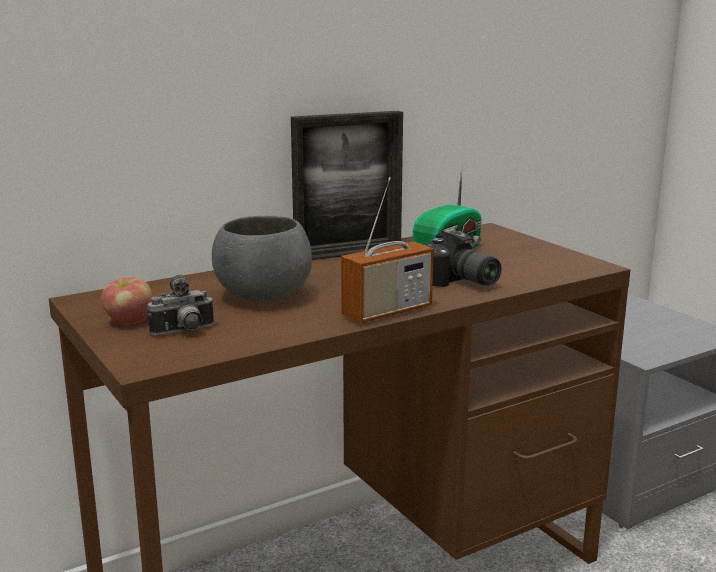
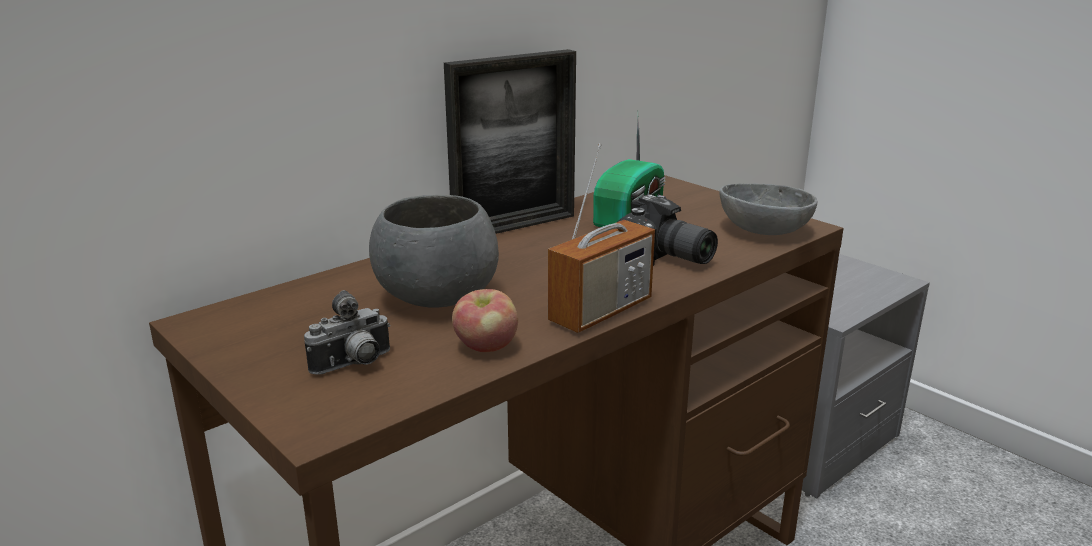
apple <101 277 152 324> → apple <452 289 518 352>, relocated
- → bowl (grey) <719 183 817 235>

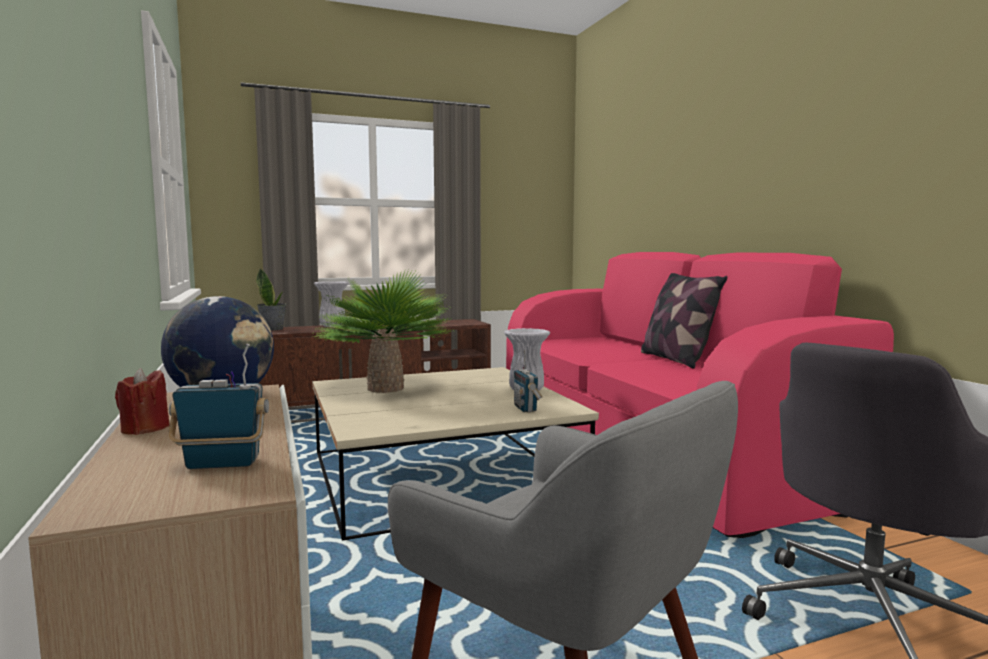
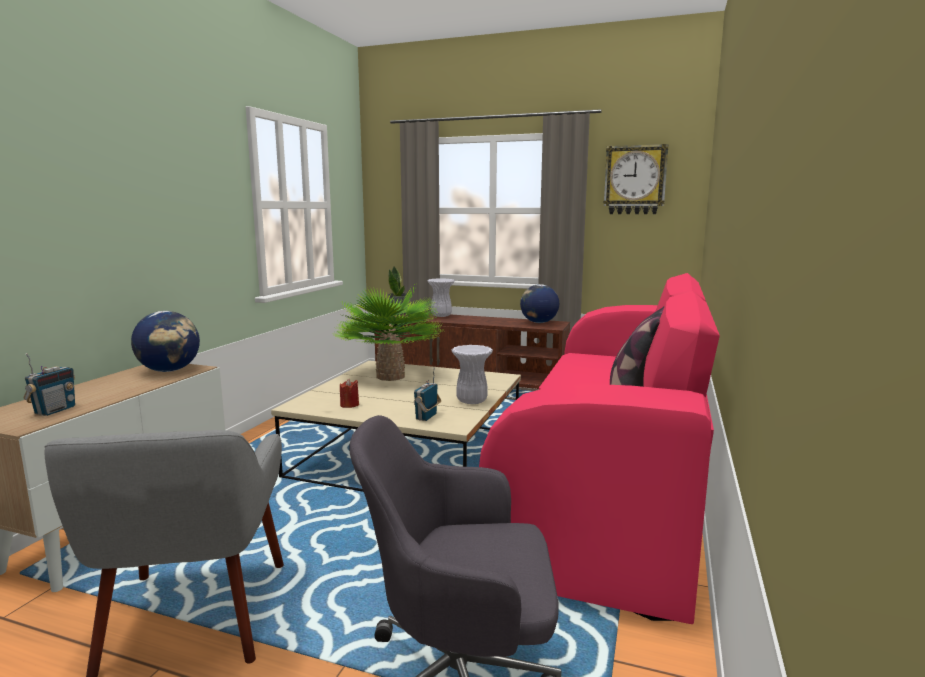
candle (red) <115 368 170 435> → candle (red) <340 379 359 408>, relocated
radio <168 343 269 469> → radio <23 353 75 416>, 75 degrees clockwise
- → globe <520 284 559 323>
- → wall clock <603 144 669 214>

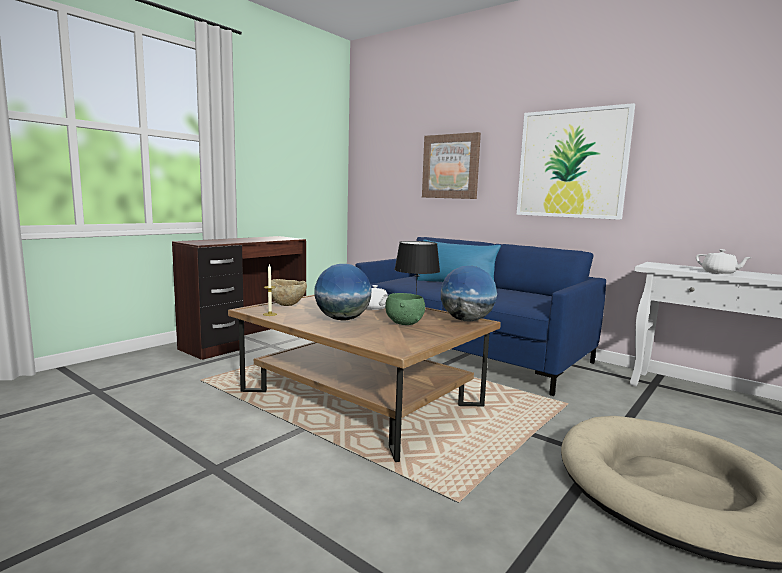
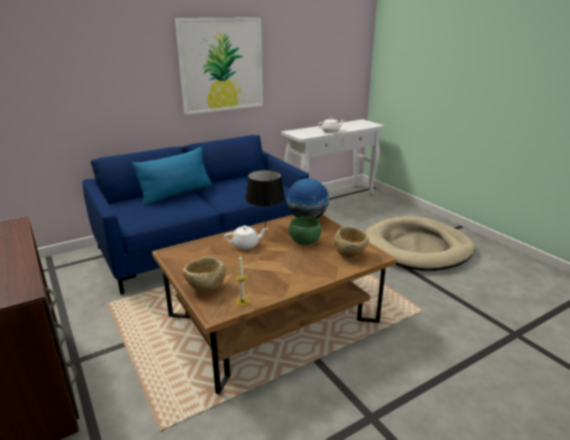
globe <314 264 372 321> → -
picture <422 132 481 199> → -
- → bowl (beige) <334 227 369 258>

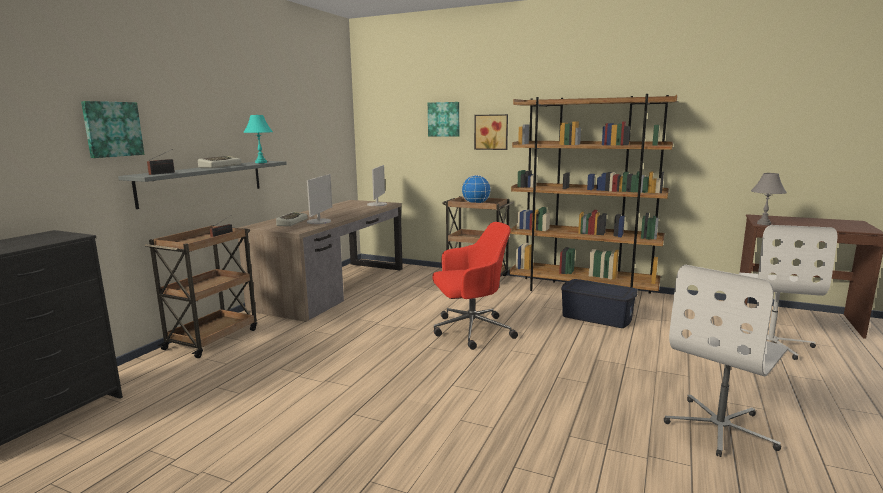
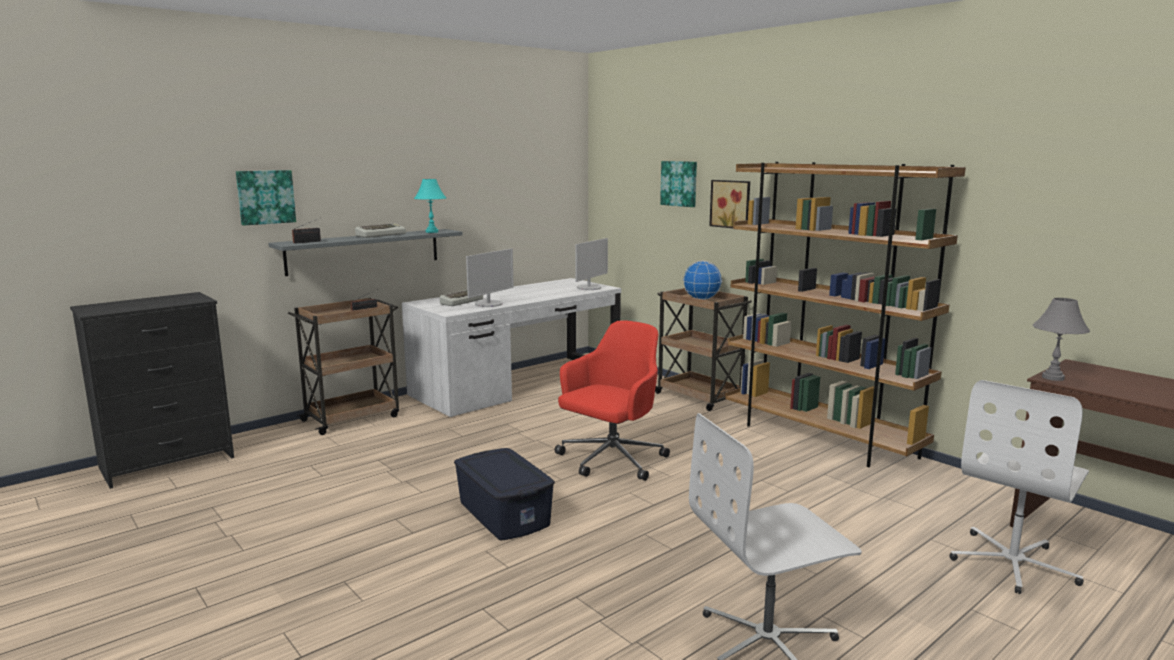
desk (brown) <238 200 403 322> → desk (white) <402 278 621 417>
office chair (red) <432 222 518 350> → office chair (red) <555 320 670 481>, 60 degrees counterclockwise
storage box (blue) <561 279 637 328> → storage box (blue) <454 448 555 540>, relocated

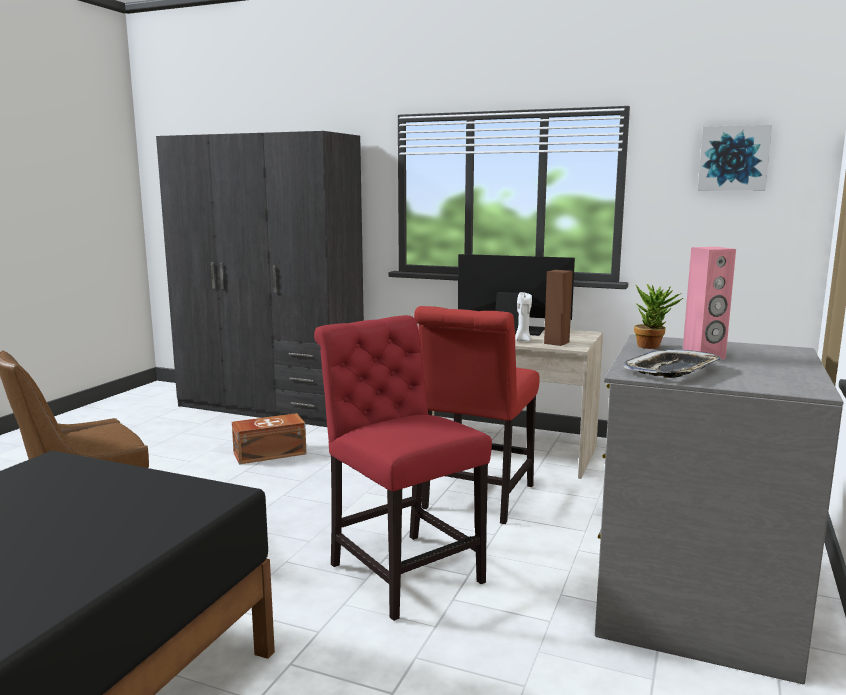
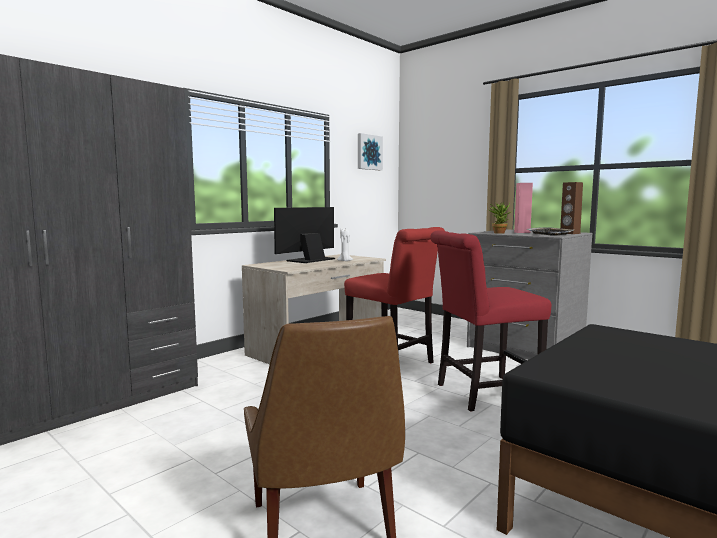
storage box (brown) <232 413 306 464> → -
speaker (brown) <544 270 573 346> → speaker (brown) <560 182 583 234>, relocated

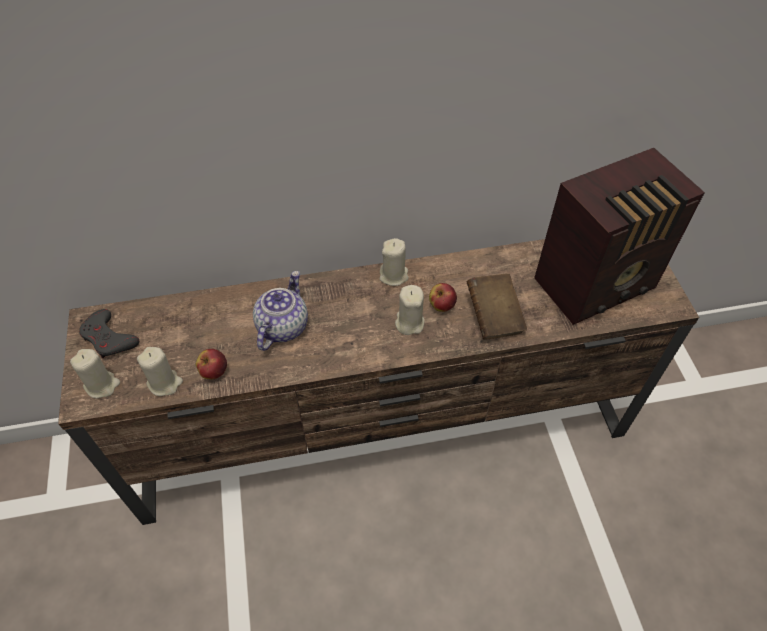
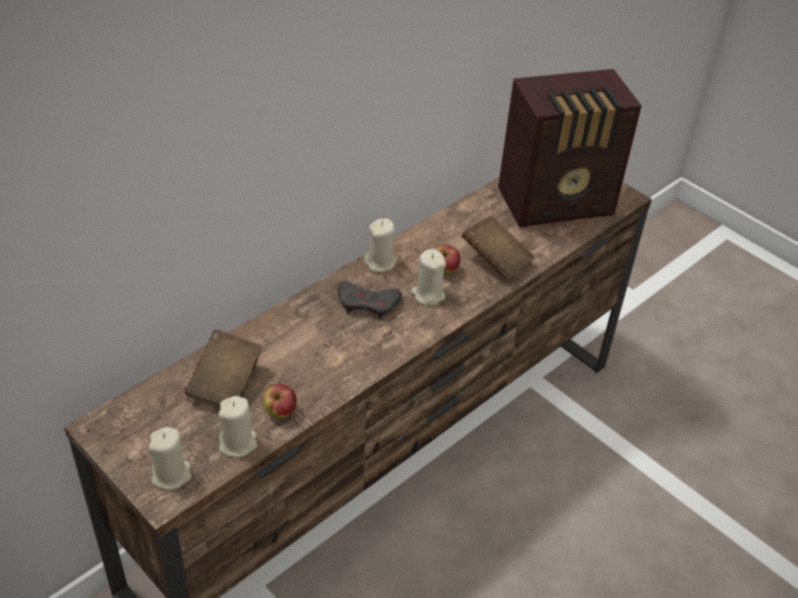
game controller (grey) <79 309 139 358> → game controller (grey) <338 281 402 319>, relocated
teapot <253 271 308 351> → -
radio <534 148 705 325> → radio <498 69 641 228>, 45 degrees clockwise
- → book (brown) <185 329 262 408>

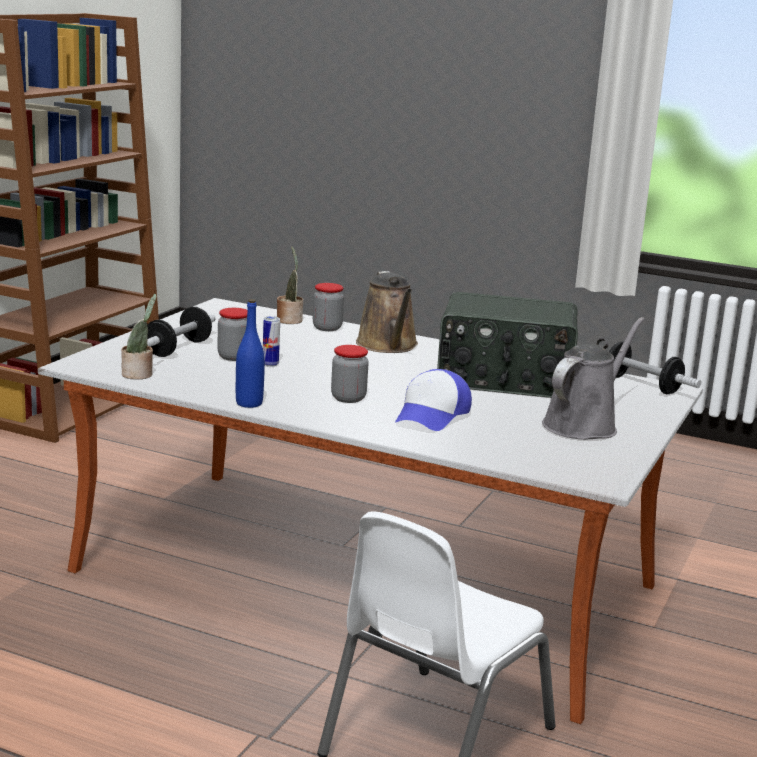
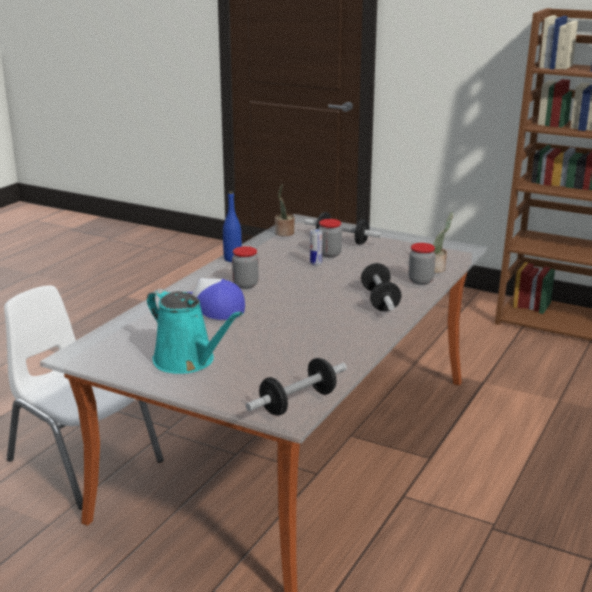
watering can (brown) <356 271 418 353> → dumbbell <361 263 401 311>
radio <437 292 578 398> → -
watering can (grey) <542 317 644 440> → watering can (turquoise) <147 289 243 374>

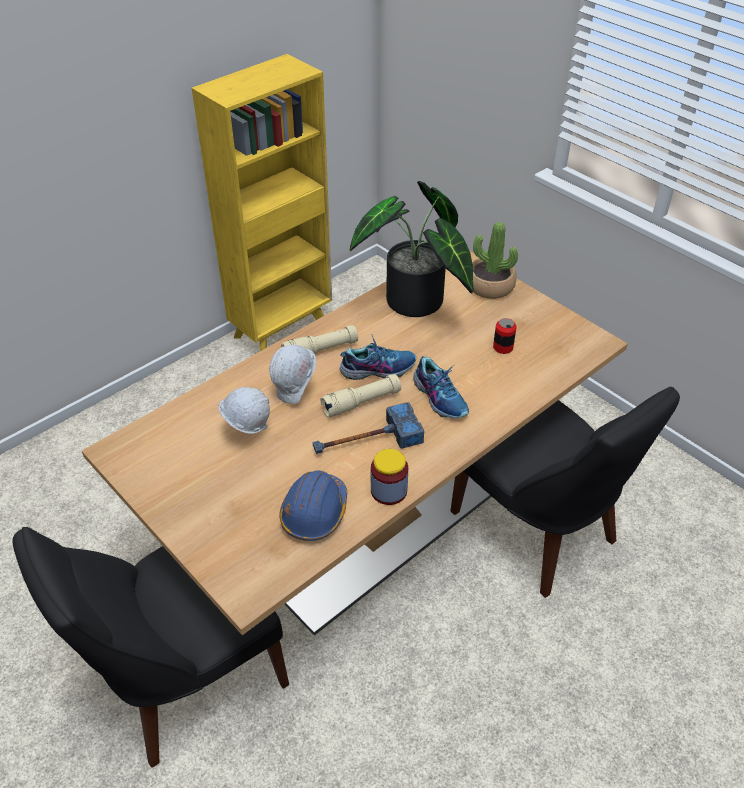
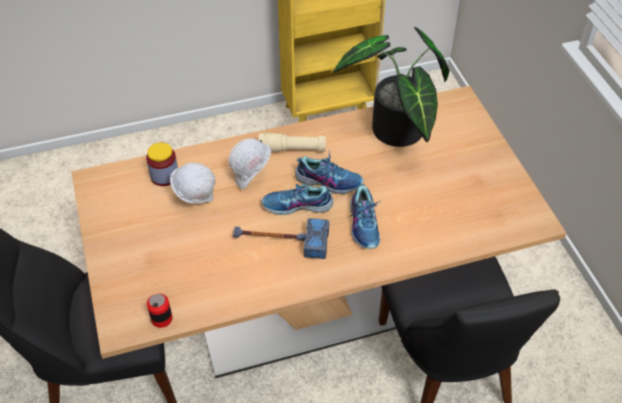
hard hat (blue) <279 471 347 541> → -
flashlight (beige) <320 374 401 417> → shoe <262 184 333 215>
jar <371 449 408 505> → jar <146 142 178 186>, relocated
potted plant <472 222 518 299> → -
can <493 318 517 354> → can <147 294 172 328>, relocated

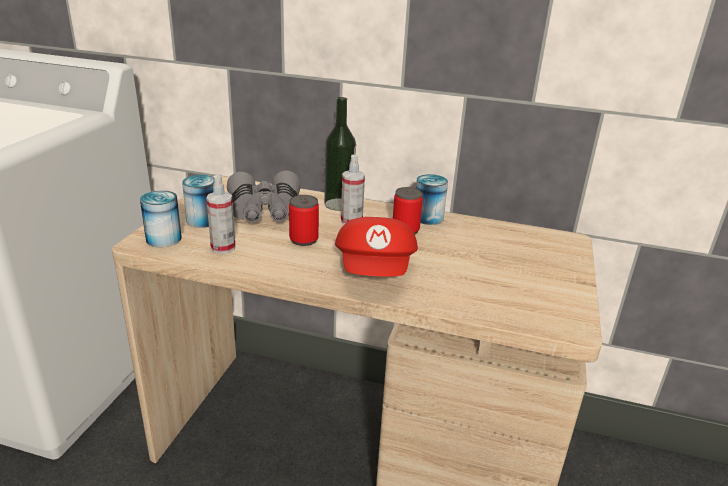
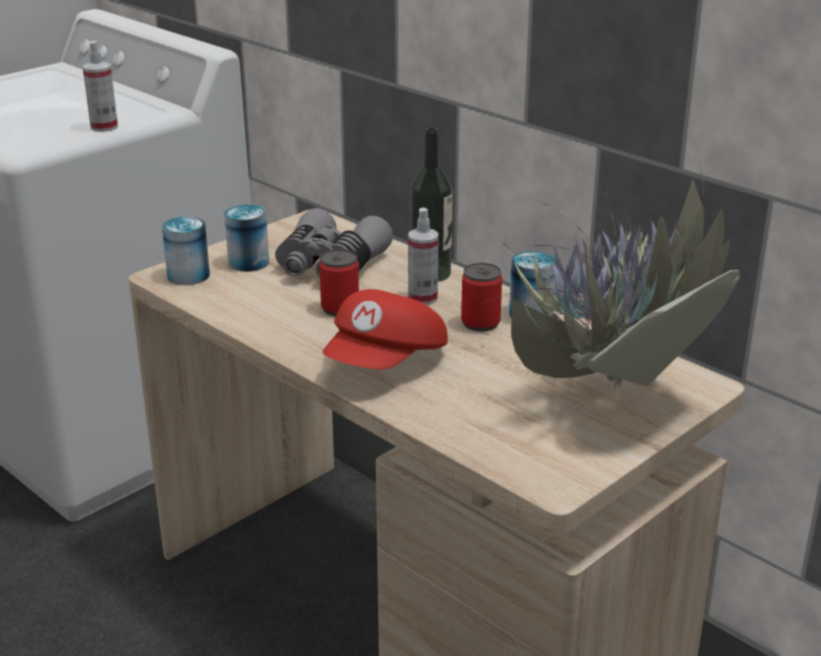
spray bottle <206 175 236 254> → spray bottle <83 41 118 132>, relocated
- → potted plant <484 161 740 388>

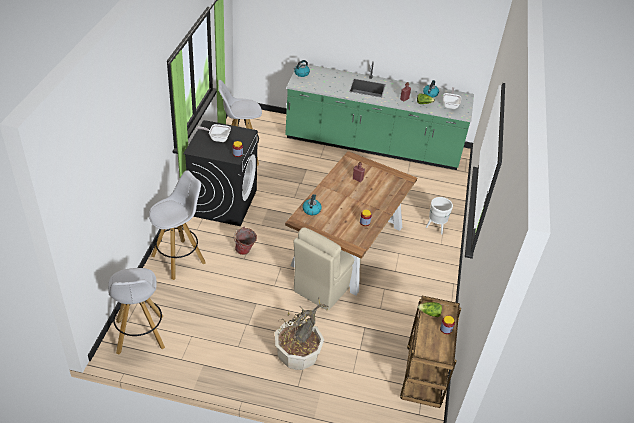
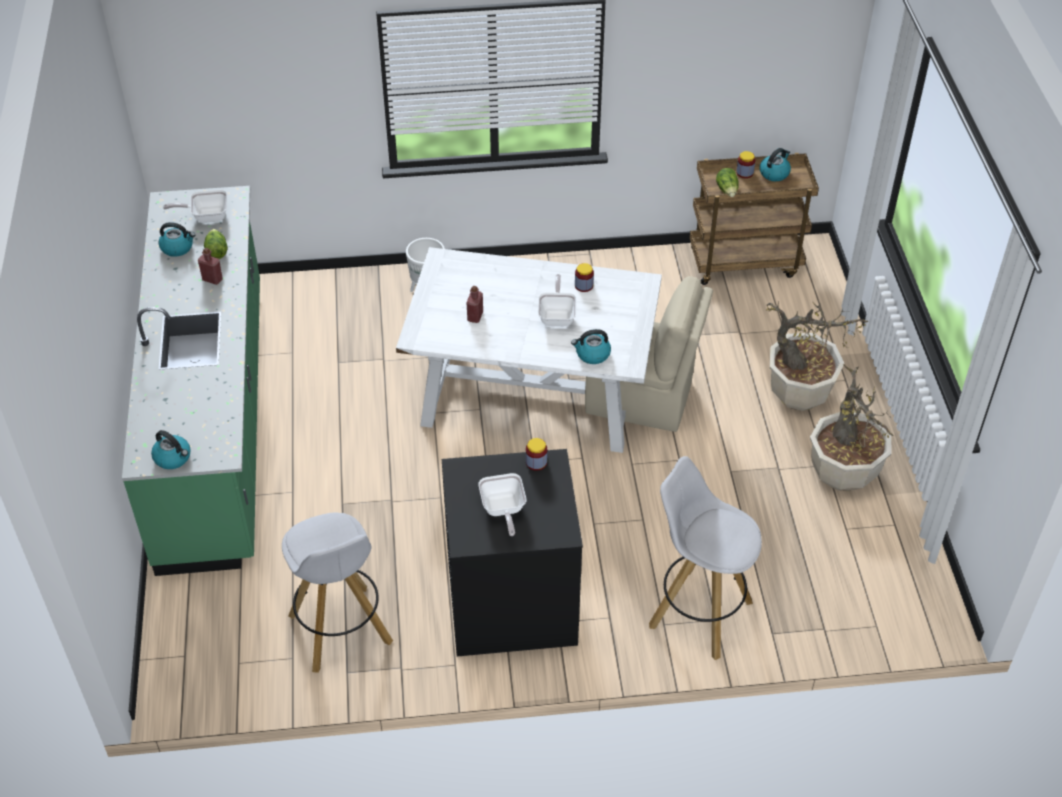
stool (white) <108 268 165 354> → -
bucket <234 227 257 255> → -
dining table (brown) <285 151 417 295> → dining table (white) <396 247 662 453>
- → frying pan <538 274 576 326>
- → kettle <760 148 791 181>
- → potted plant <810 364 893 491>

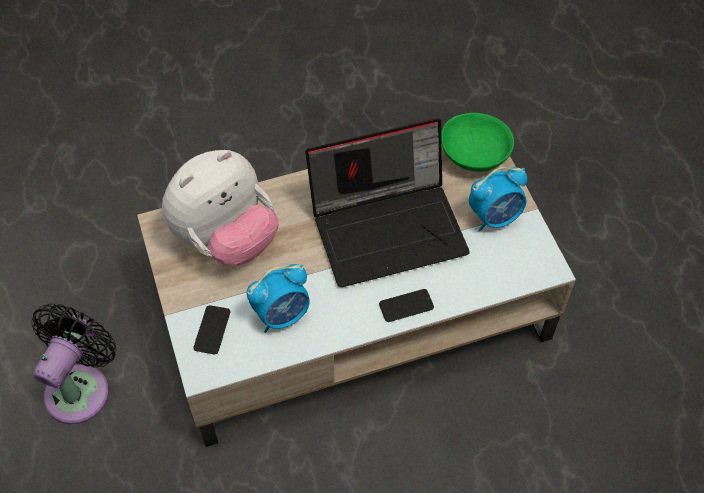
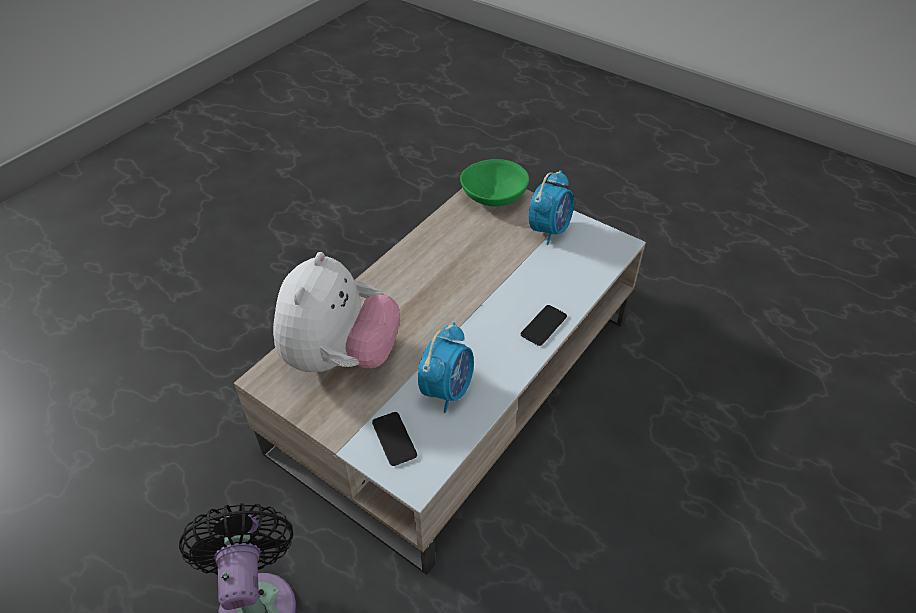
laptop <305 118 470 287> → -

